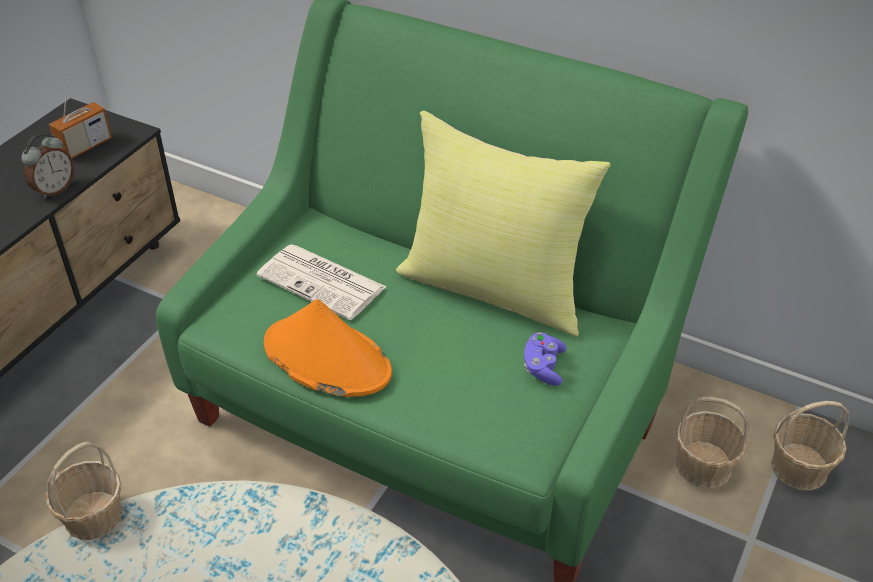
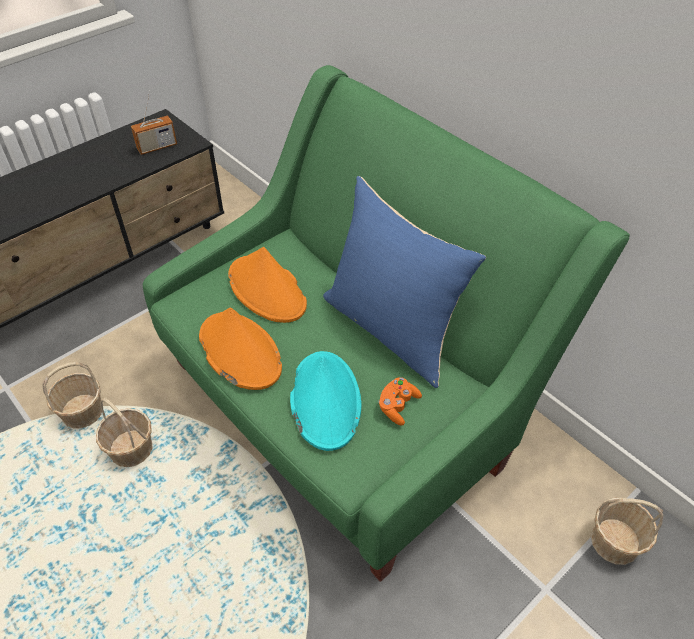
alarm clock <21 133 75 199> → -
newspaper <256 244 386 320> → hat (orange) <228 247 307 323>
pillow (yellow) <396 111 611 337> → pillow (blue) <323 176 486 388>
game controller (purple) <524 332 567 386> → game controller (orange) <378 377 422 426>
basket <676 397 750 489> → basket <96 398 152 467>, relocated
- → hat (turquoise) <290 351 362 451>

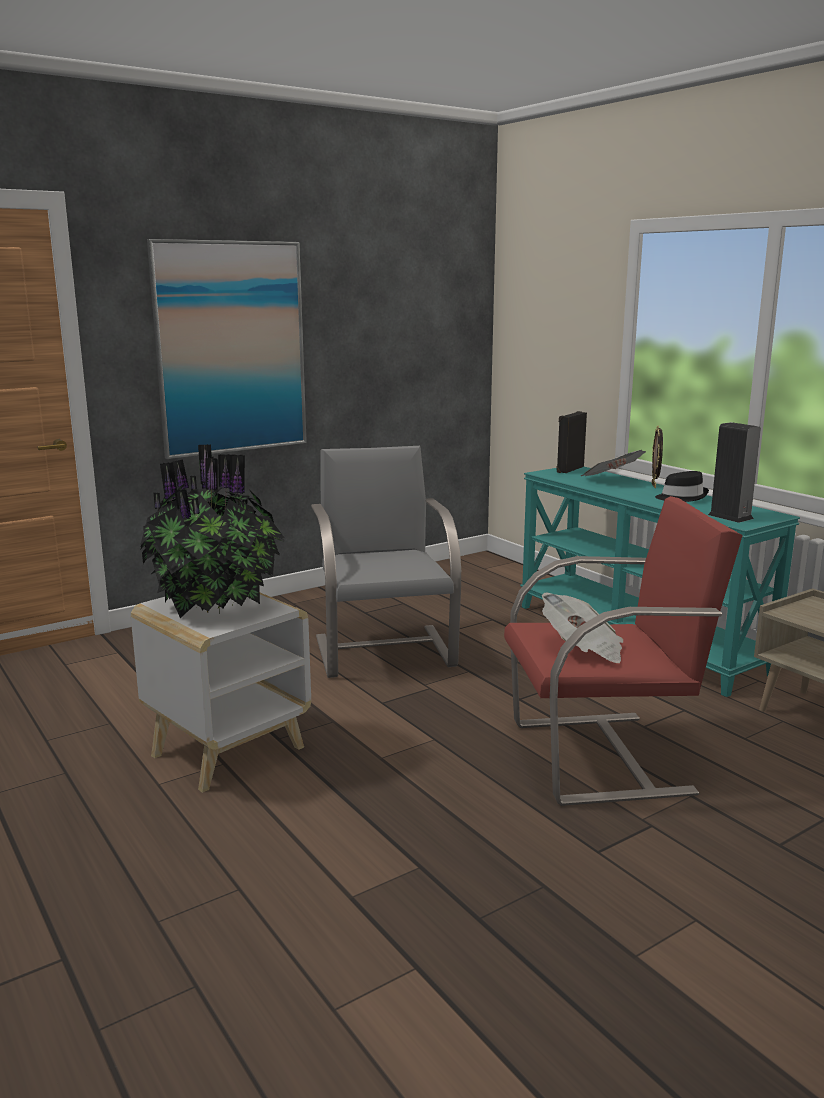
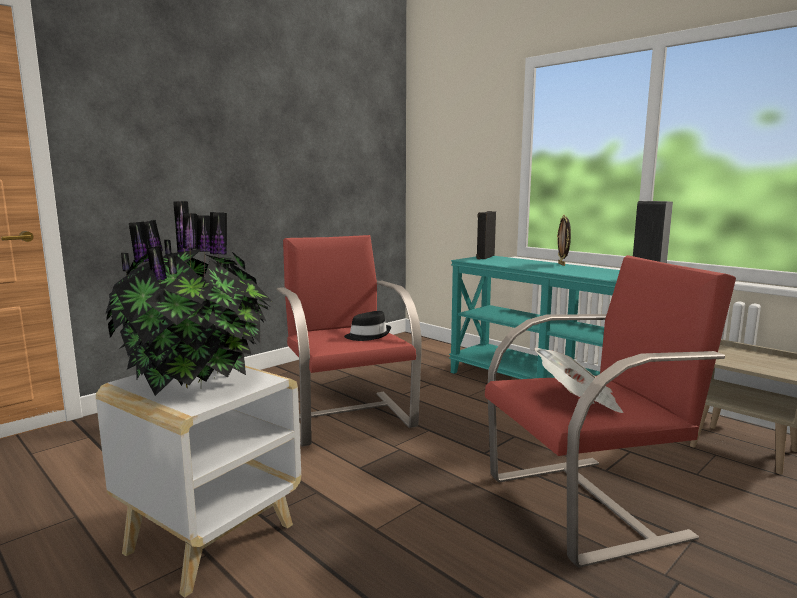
picture <147 239 307 459> → -
armchair (grey) <311 446 461 678> → armchair (red) <276 235 422 447>
newspaper <581 450 646 476> → -
hat (black) <655 471 709 502> → hat (black) <344 311 391 341>, relocated

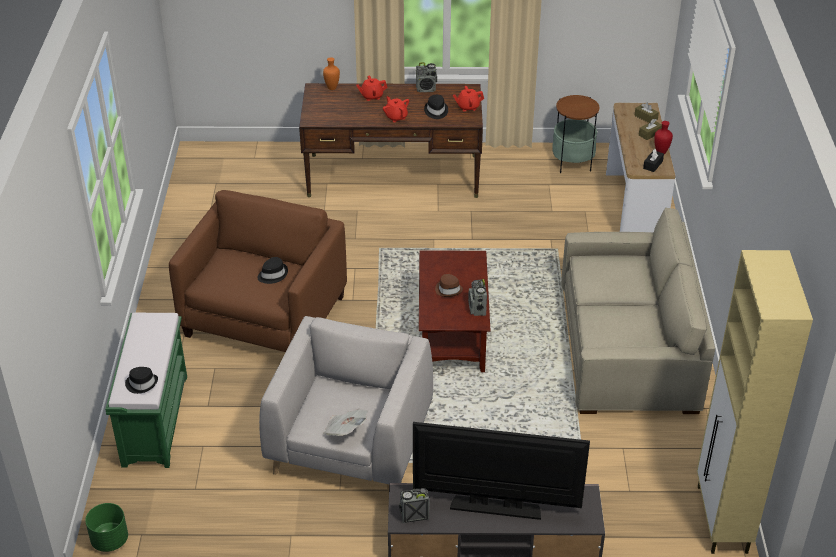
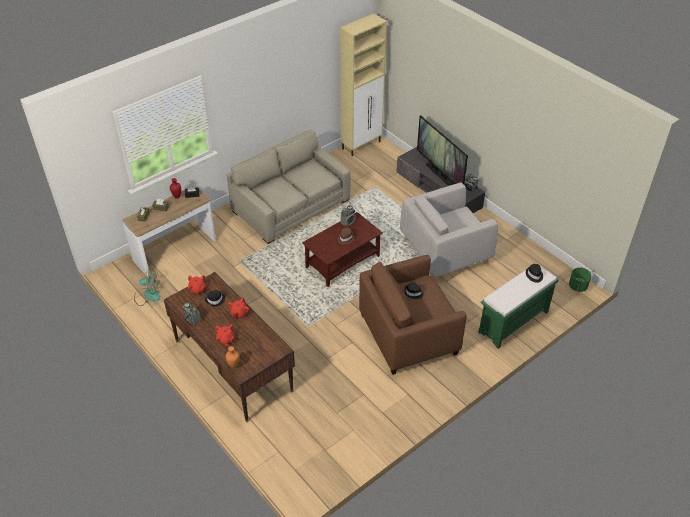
newspaper <323 409 368 436> → -
side table <553 95 600 173> → fan <134 268 160 306>

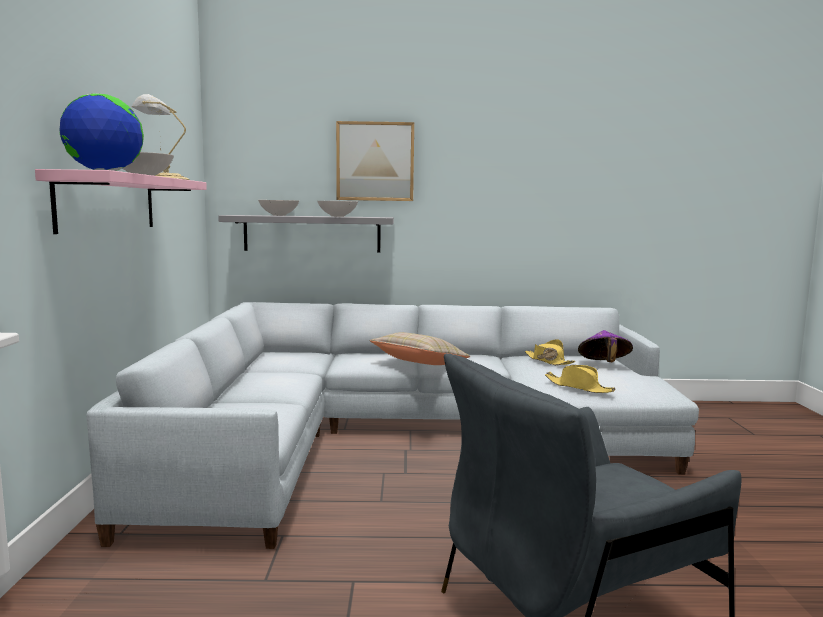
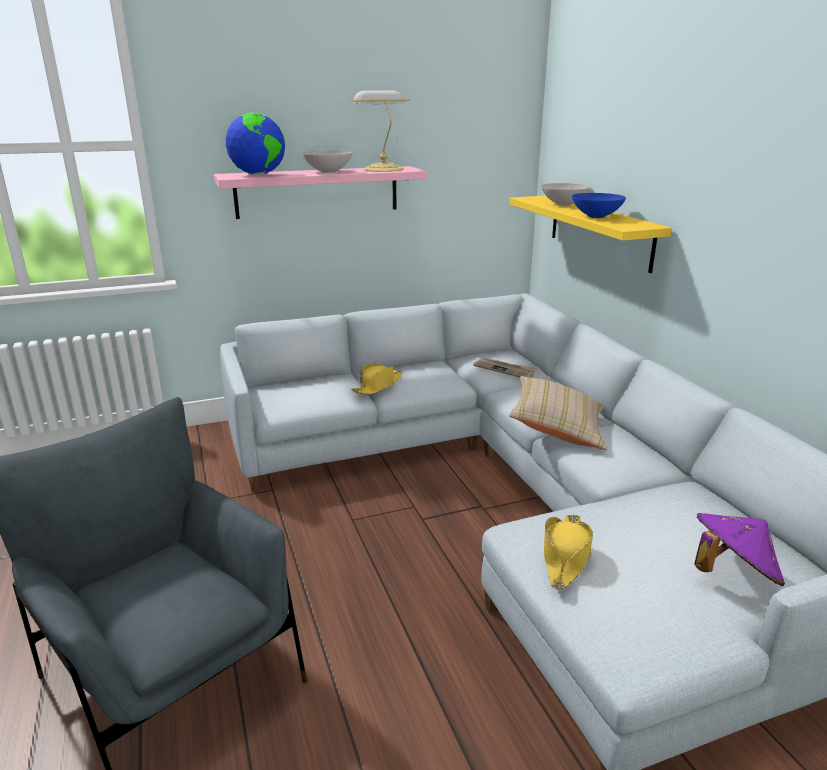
shelf (grey) <218 215 394 253> → shelf (yellow) <509 196 672 273>
bowl (white) <317 201 358 217> → bowl (blue) <572 193 626 218>
picture <336 121 414 201> → -
hat (yellow) <525 339 575 365> → hat (yellow) <351 363 403 395>, relocated
- → newspaper <473 358 538 378>

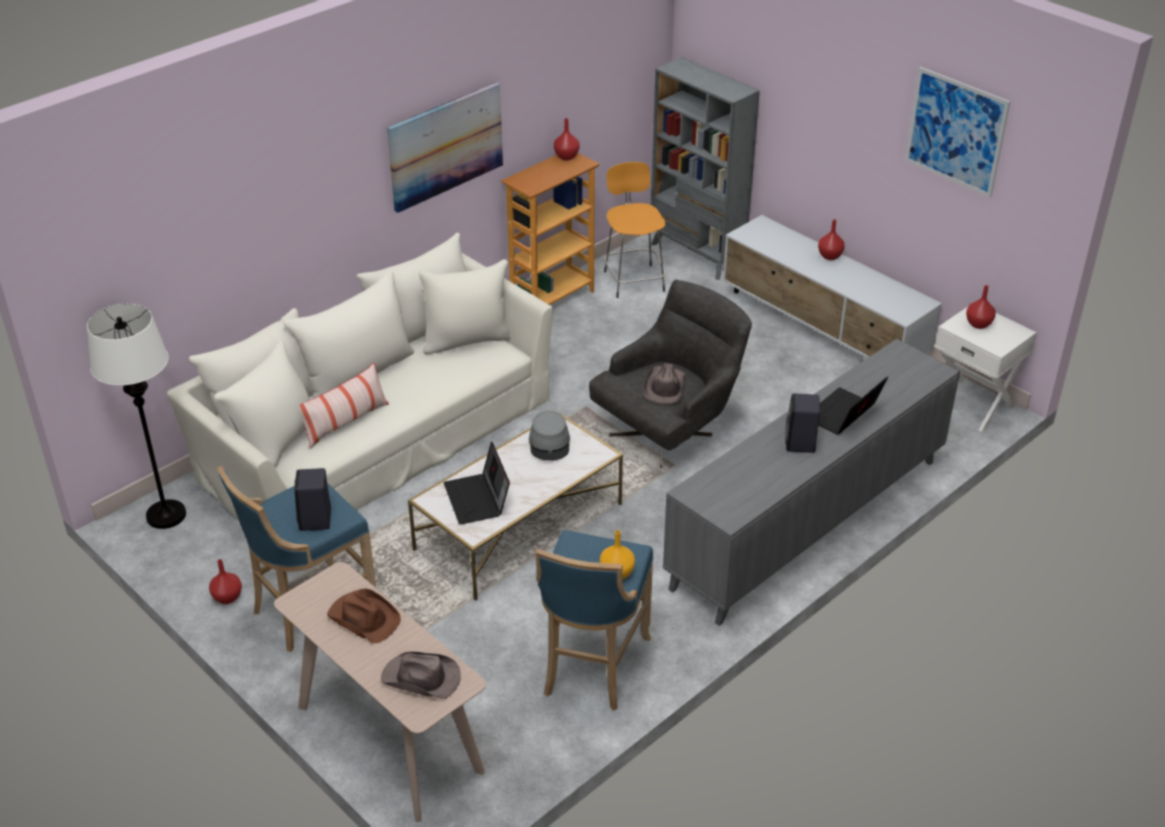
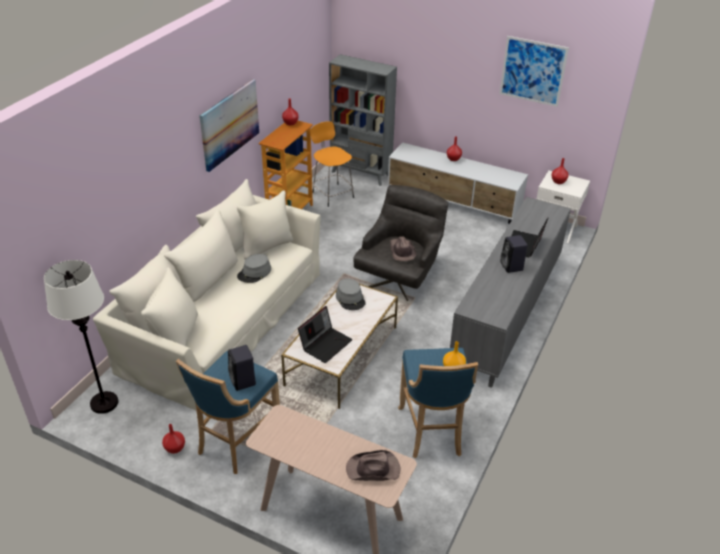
pillow <299 363 389 449> → -
hat (brown) <327 589 401 643> → -
laptop <443 442 510 524> → laptop <298 306 353 363>, 105 degrees counterclockwise
- → hat (grey) <237 254 271 283>

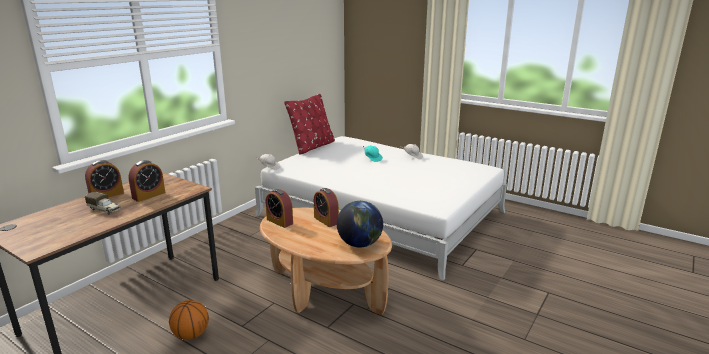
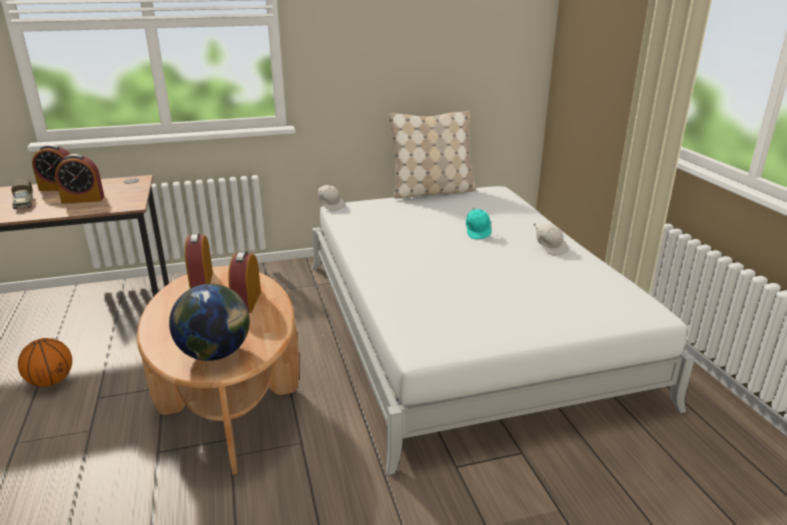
pillow (red) <284 94 335 155> → pillow (beige) <388 111 476 198>

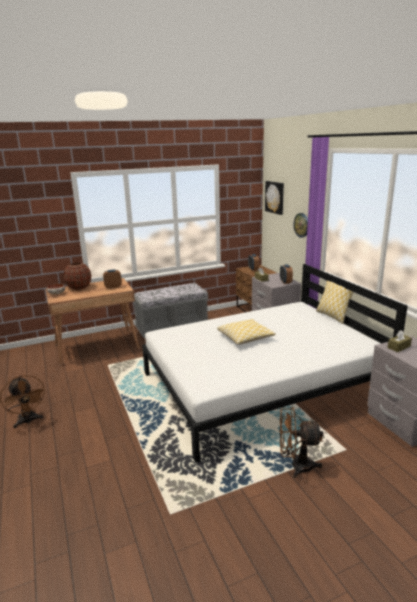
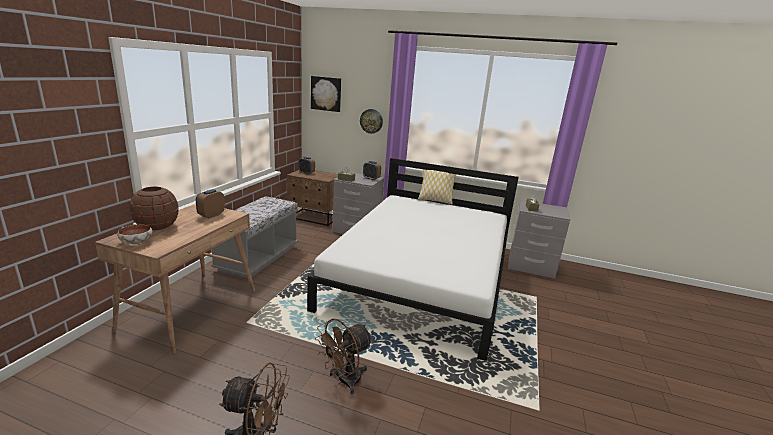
pillow <217 319 276 345> → -
fan (brown) <279 407 323 478> → fan (brown) <315 318 373 394>, relocated

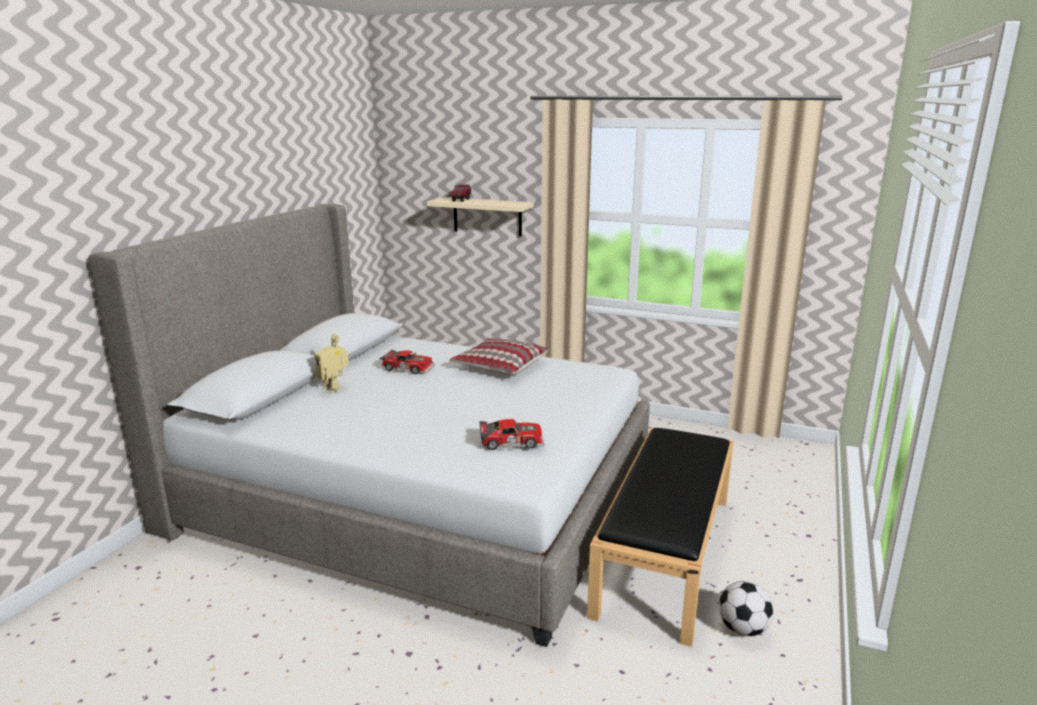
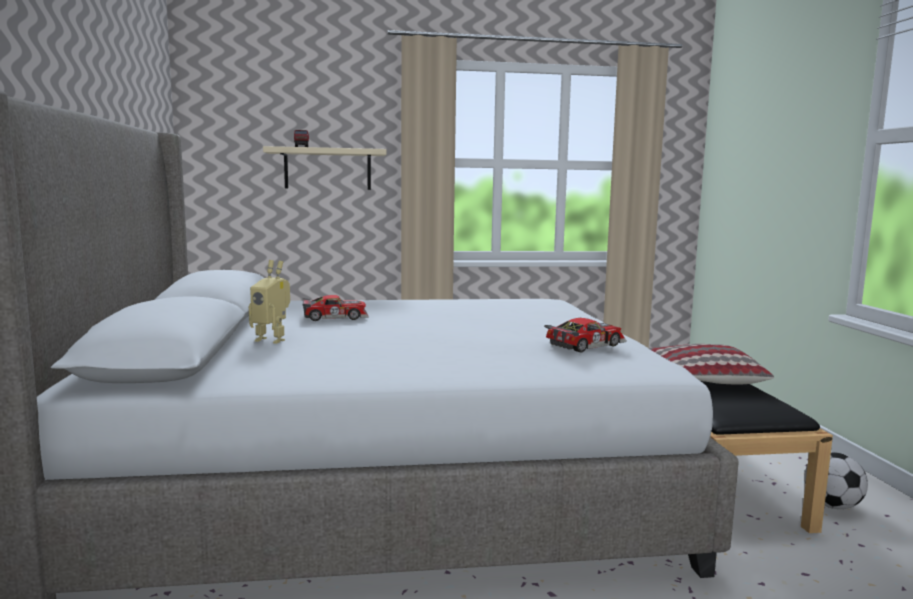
pillow <450 338 549 376> → pillow <649 344 774 384>, relocated

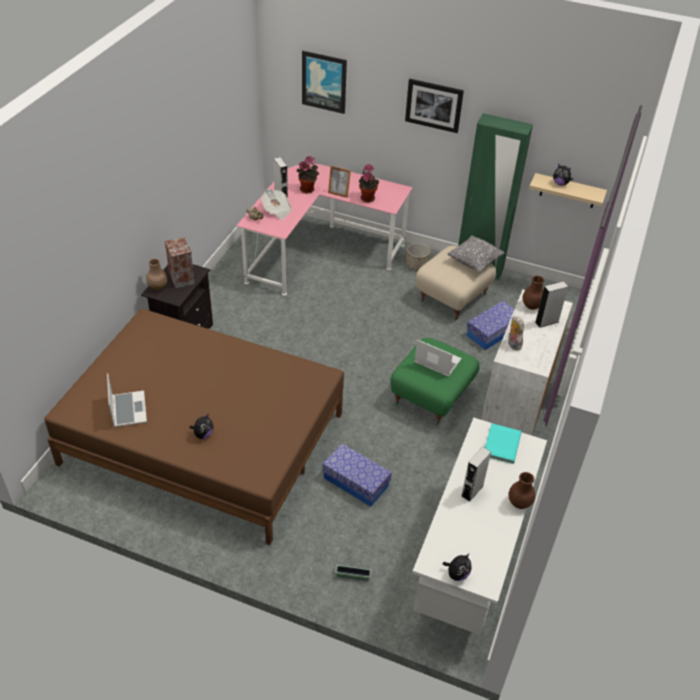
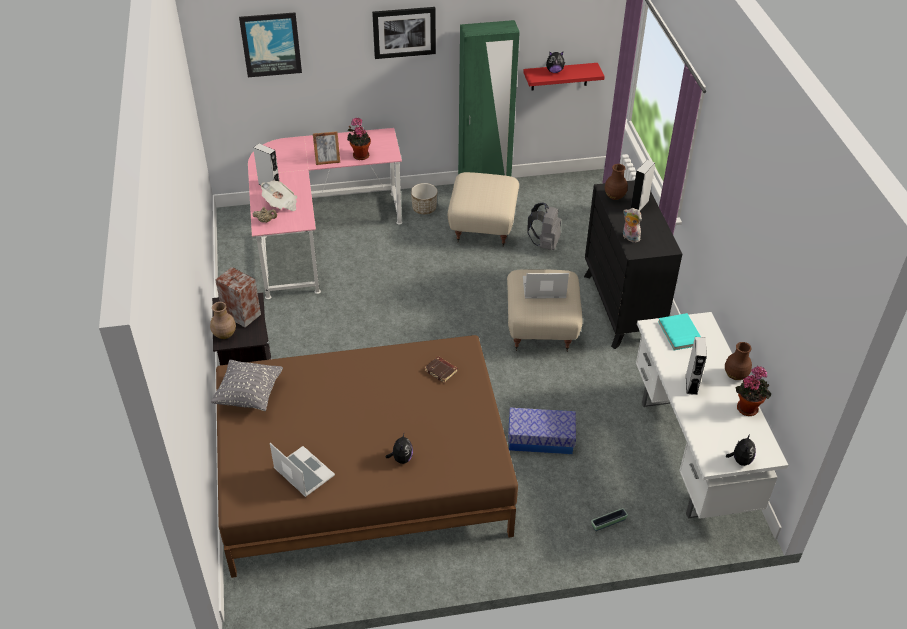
potted plant <296 156 319 193> → potted plant <735 366 771 416>, relocated
ottoman (green) <390 338 480 425> → ottoman (beige) <507 269 583 352>
pillow (grey) <447 235 504 272> → pillow (grey) <211 360 283 411>, relocated
storage box <466 301 515 350> → backpack (grey) <527 202 561 250>
dresser (white) <481 289 573 436> → dresser (black) <584 180 682 349>
shelf (beige) <529 173 607 208> → shelf (red) <523 63 605 91>
- → book (brown) <424 356 458 383>

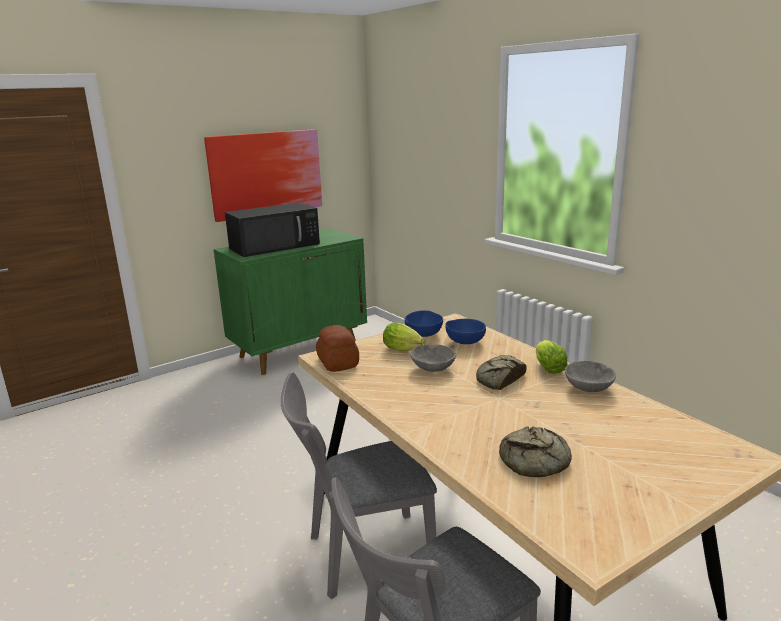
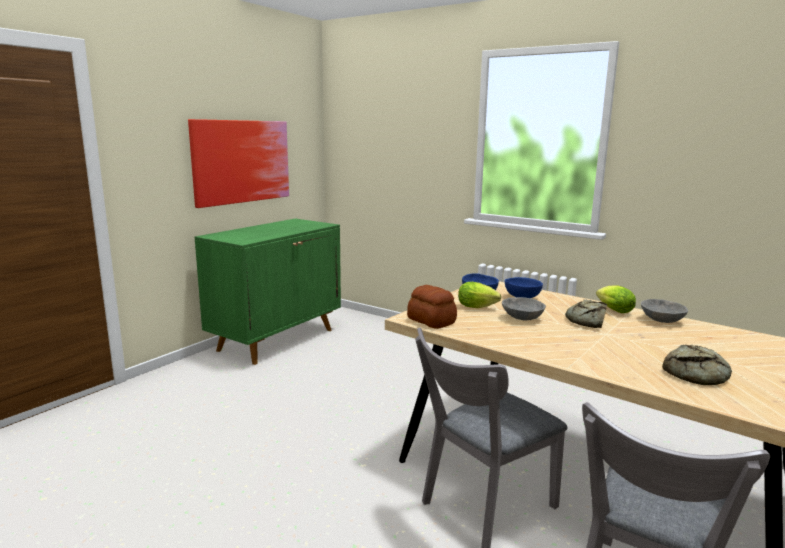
microwave (black) <225 202 320 257> → -

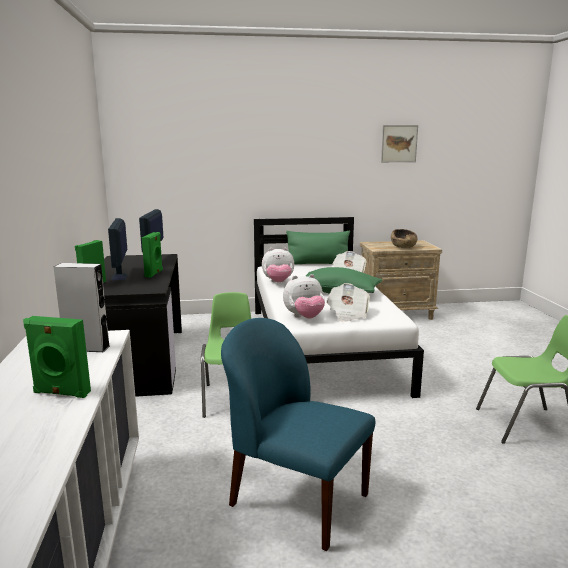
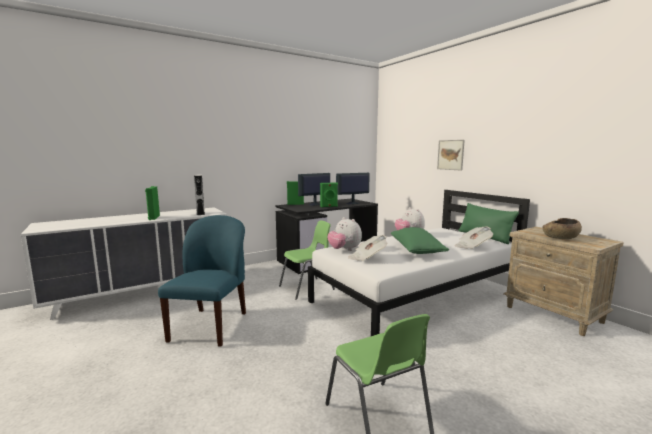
picture <381 125 418 162> → picture <437 140 465 171>, relocated

